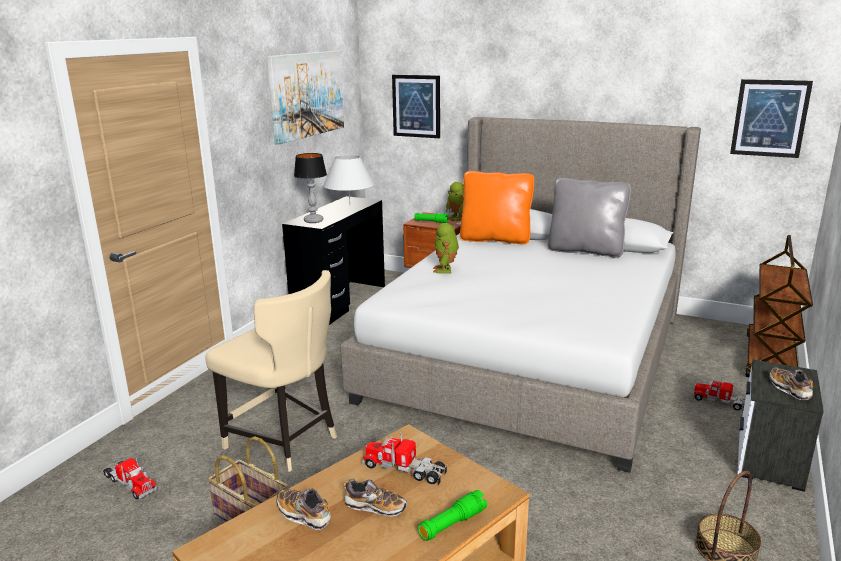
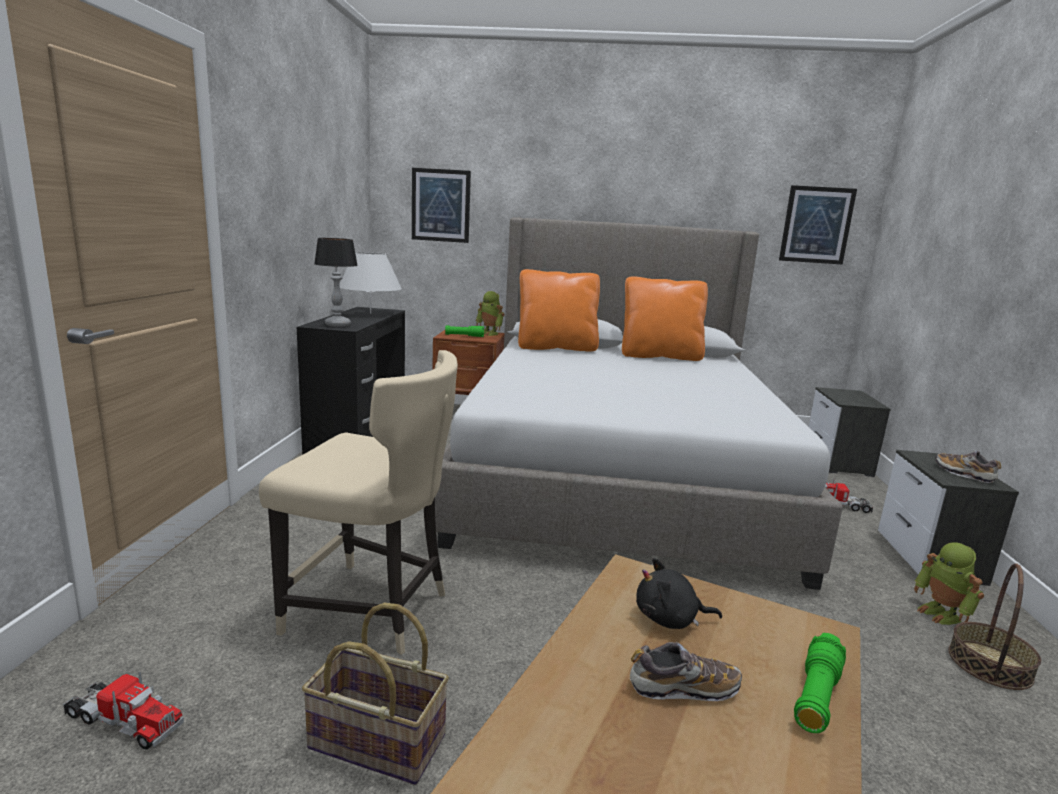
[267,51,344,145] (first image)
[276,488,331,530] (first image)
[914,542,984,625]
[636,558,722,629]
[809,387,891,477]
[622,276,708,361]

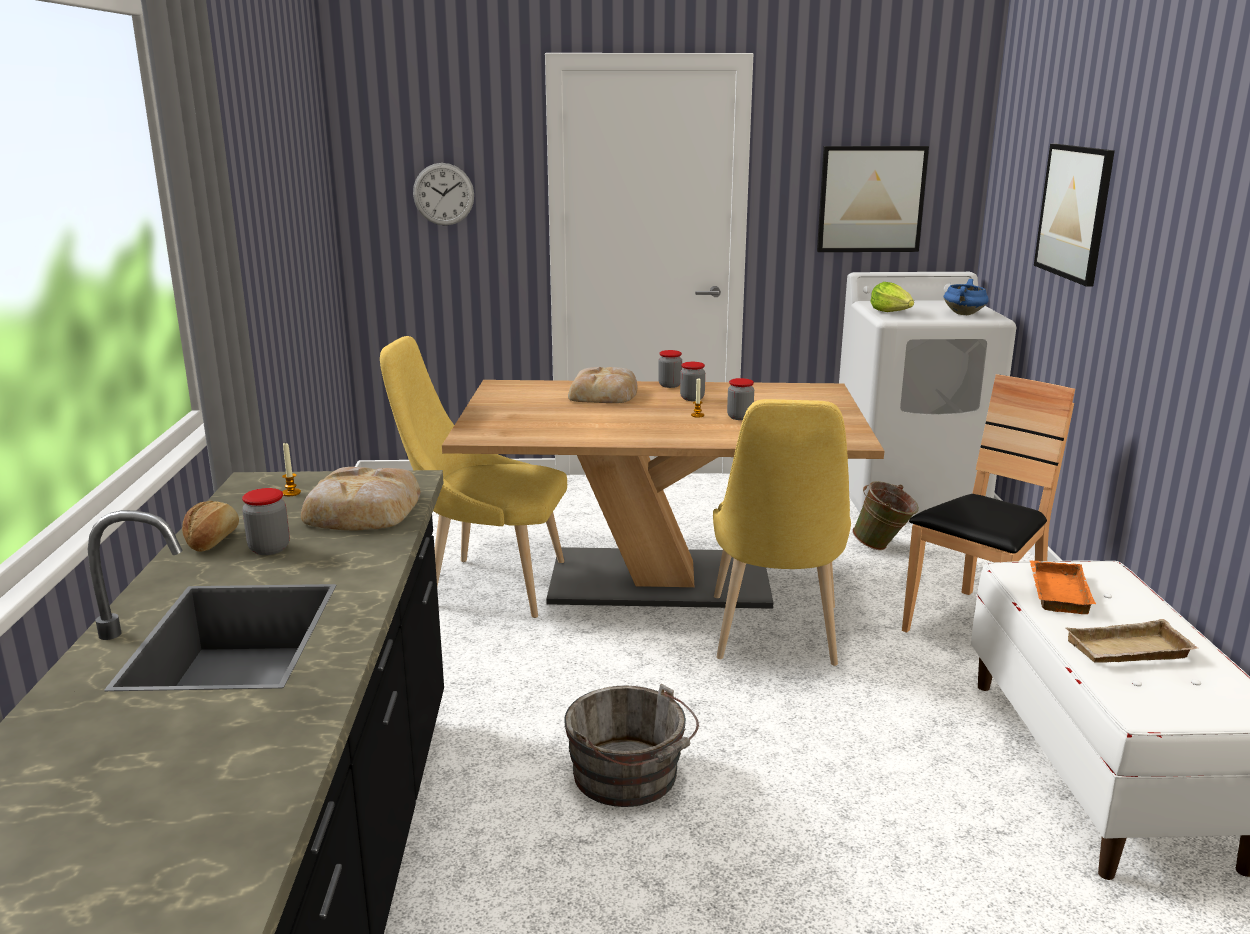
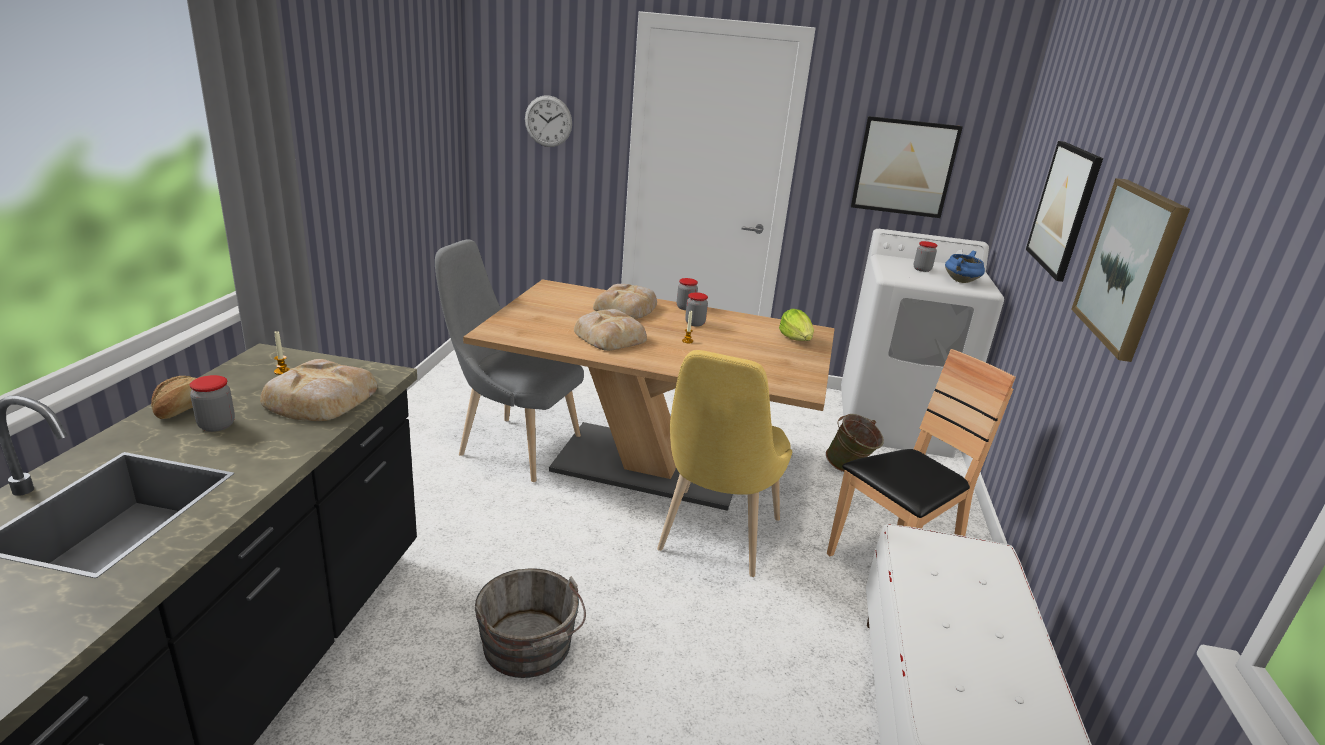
[1030,560,1096,614] (first image)
[1065,619,1198,662] (first image)
[574,309,647,351]
[1071,178,1190,362]
[914,241,938,272]
[779,309,814,341]
[435,240,584,482]

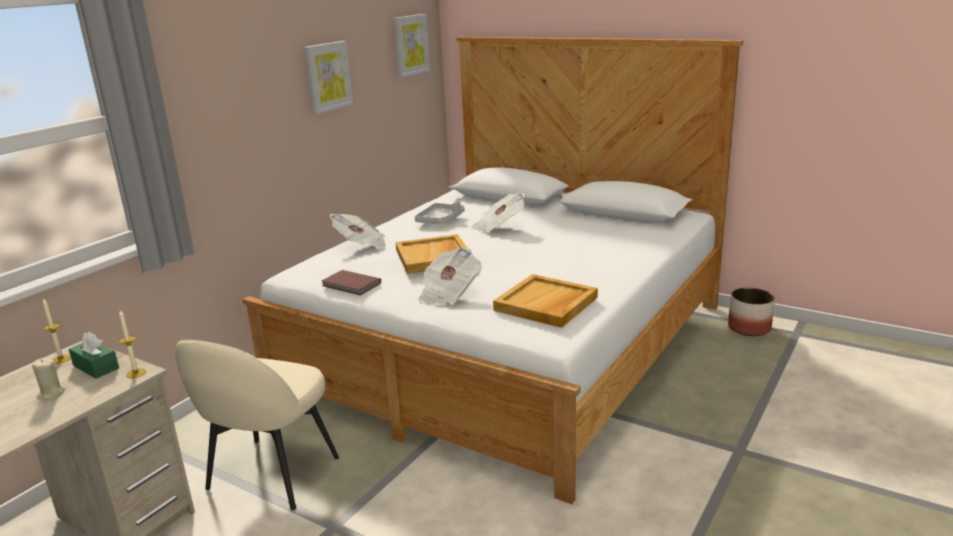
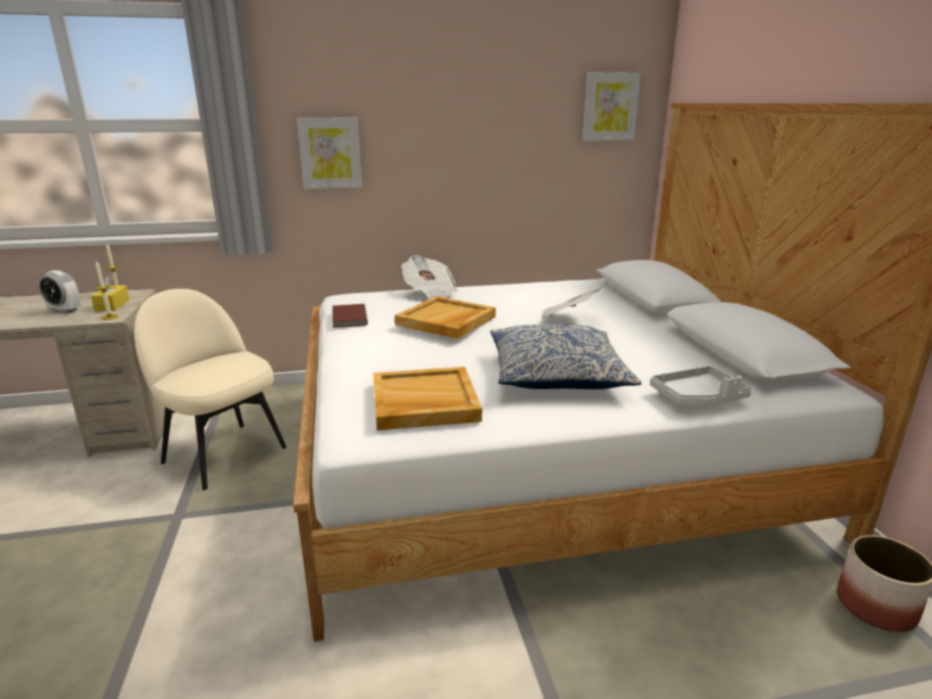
[418,247,482,304] (first image)
[490,324,641,389]
[297,118,362,189]
[650,366,752,406]
[39,270,81,313]
[91,275,130,312]
[134,289,286,490]

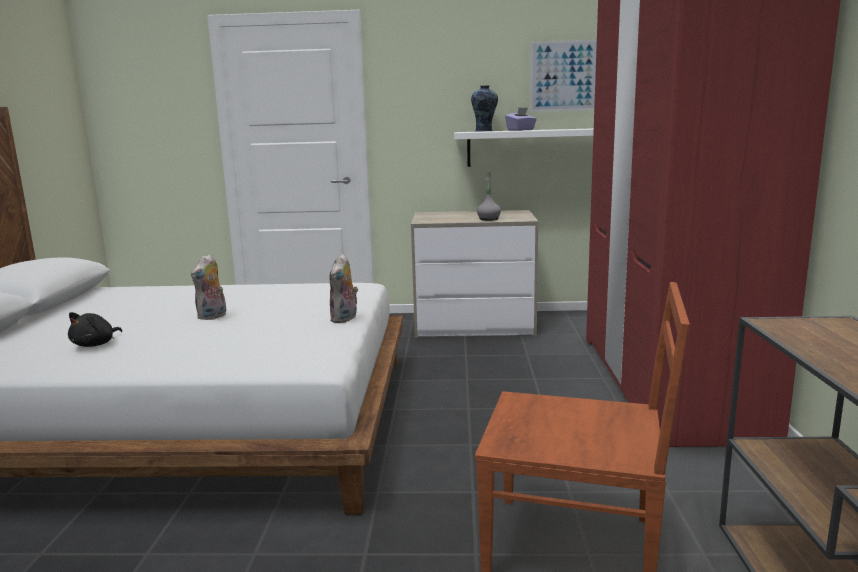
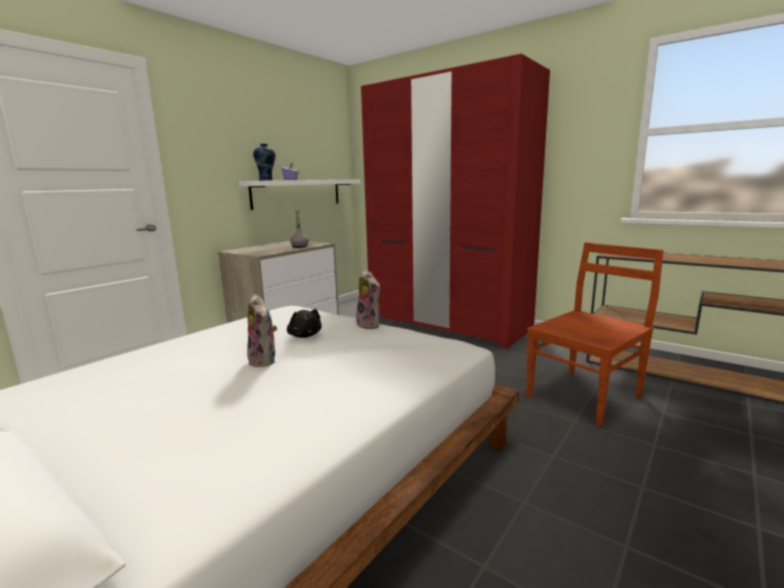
[530,39,597,112] (first image)
[287,309,322,338]

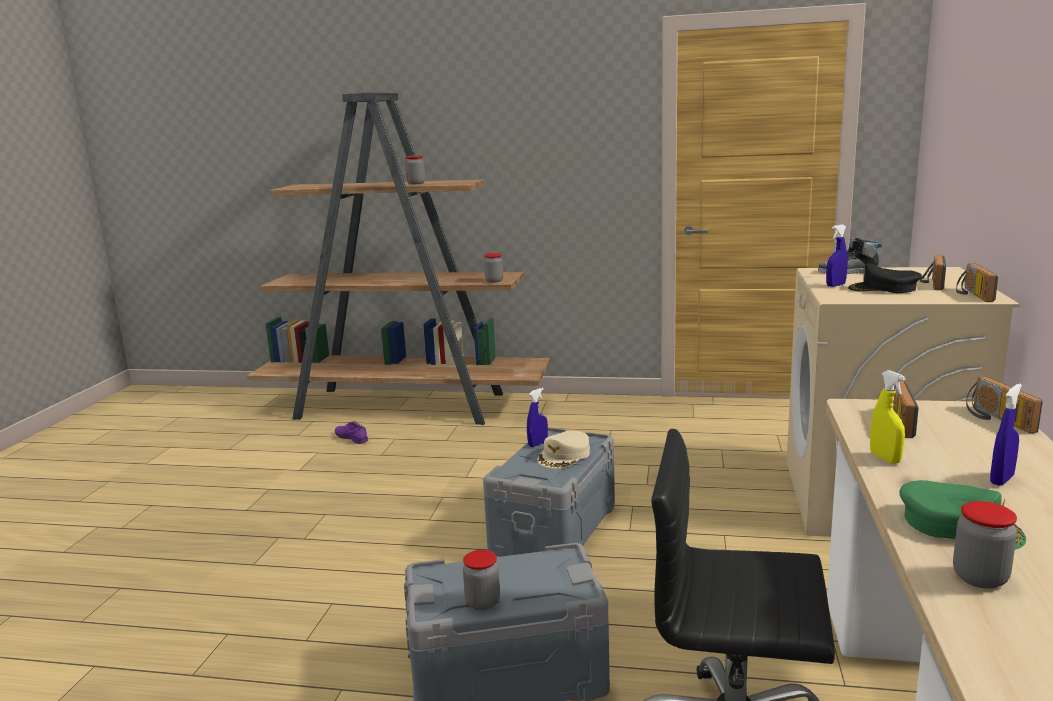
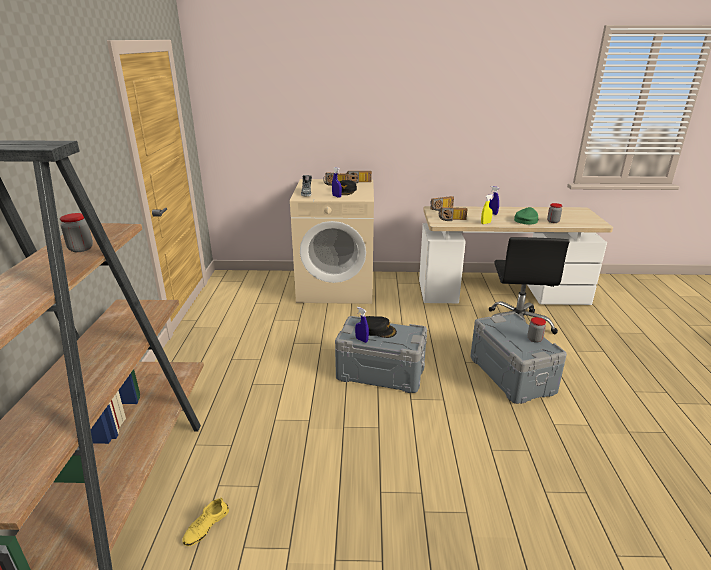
[484,253,503,283] (first image)
[182,497,229,546]
[360,316,397,338]

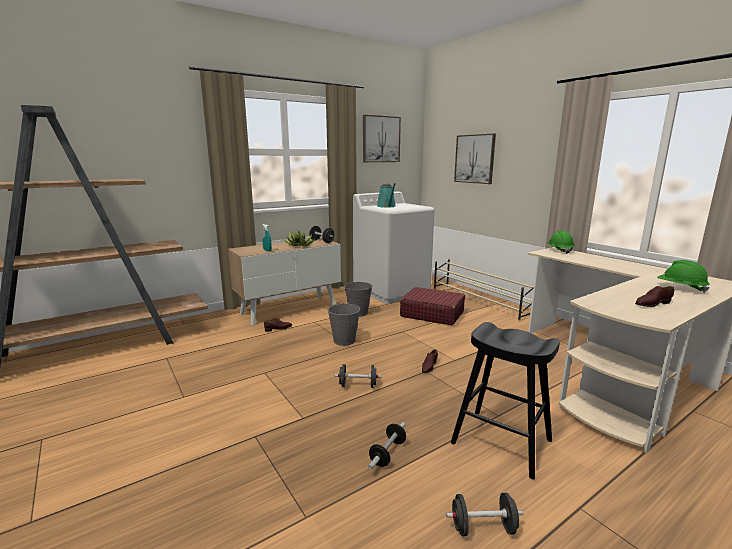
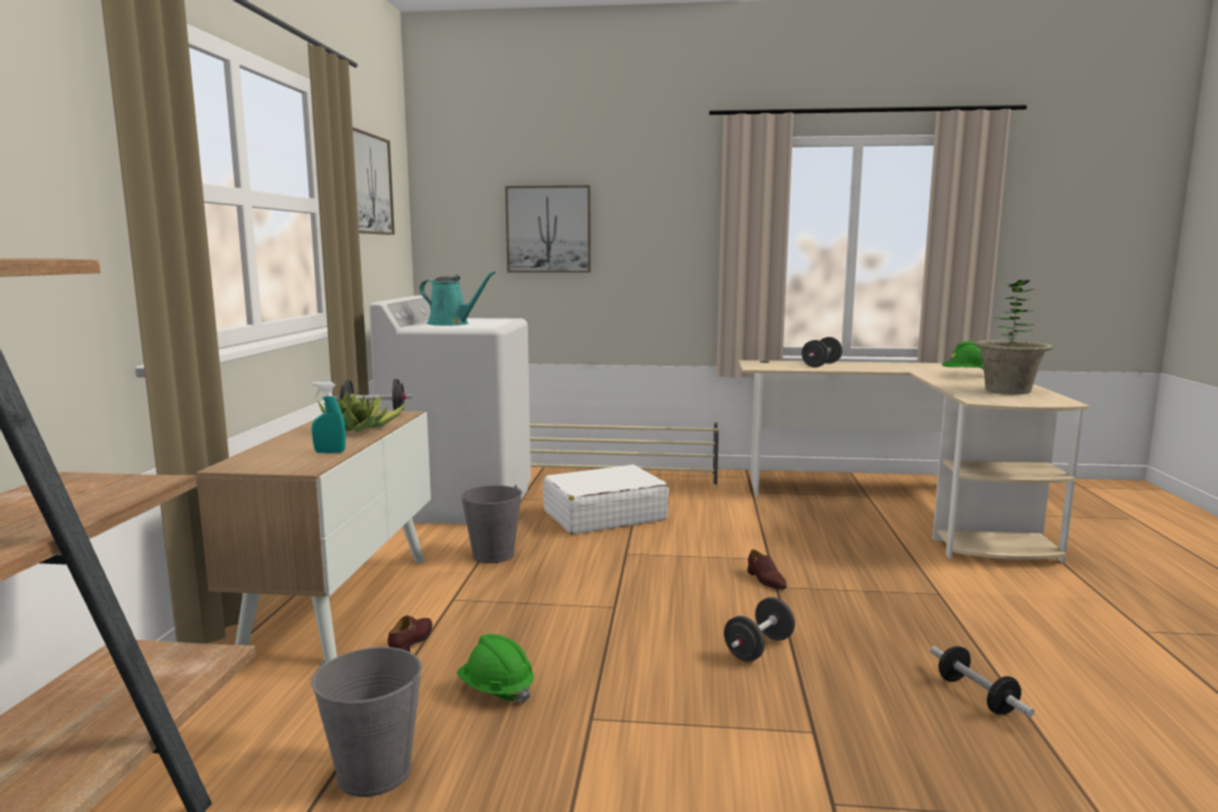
[451,322,560,479] (first image)
[311,647,422,797]
[802,337,842,367]
[457,634,534,703]
[973,280,1053,394]
[543,465,669,534]

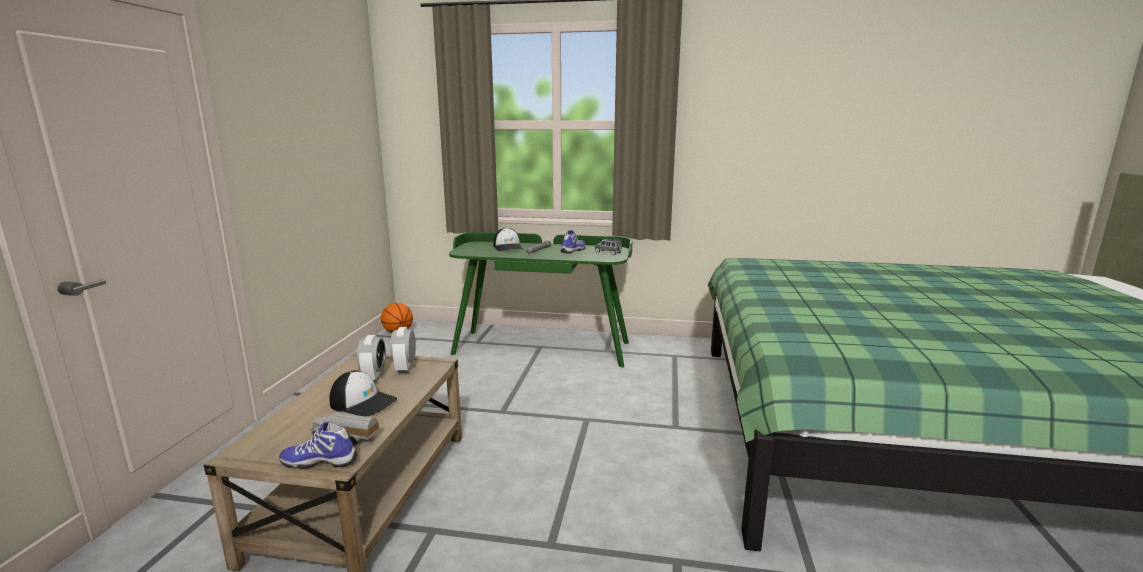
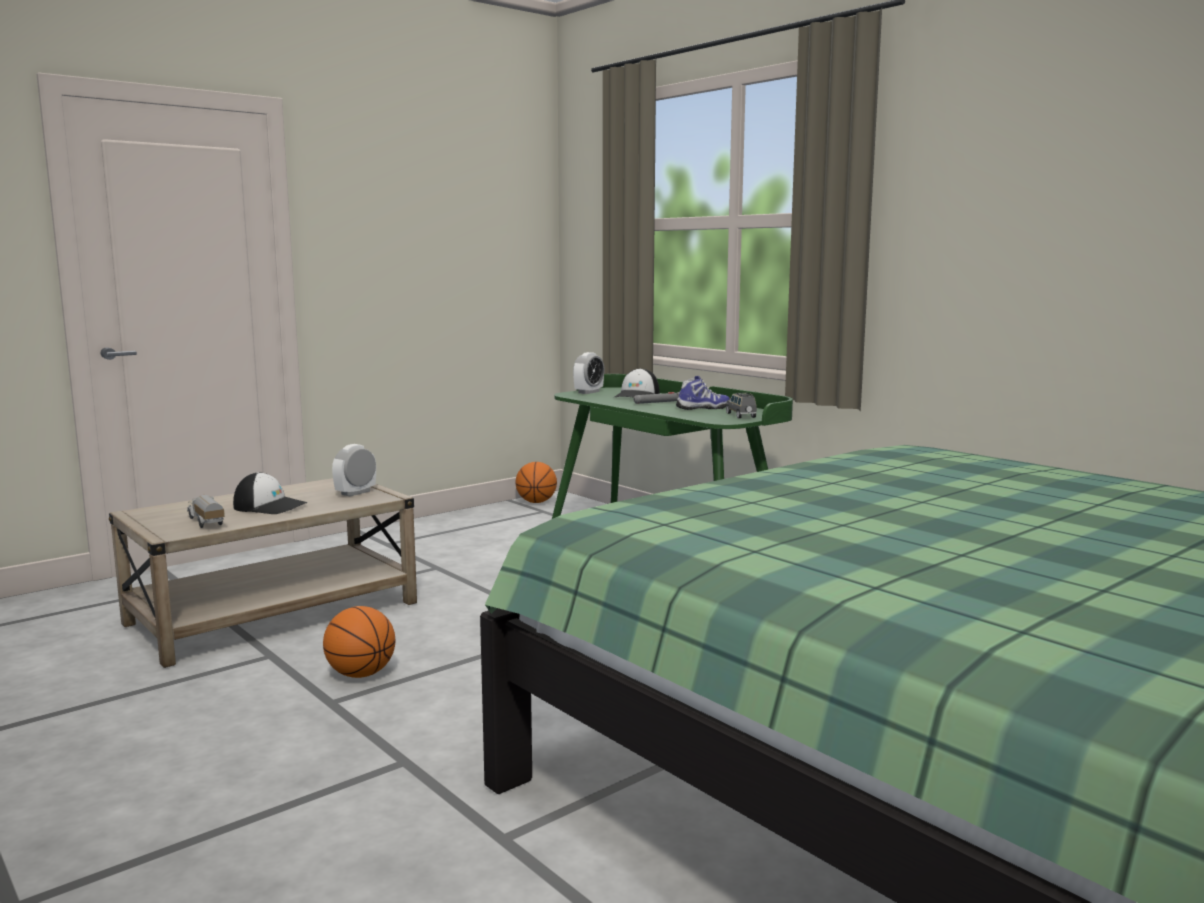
[280,422,357,469] (first image)
[323,606,395,678]
[573,352,605,394]
[233,472,307,514]

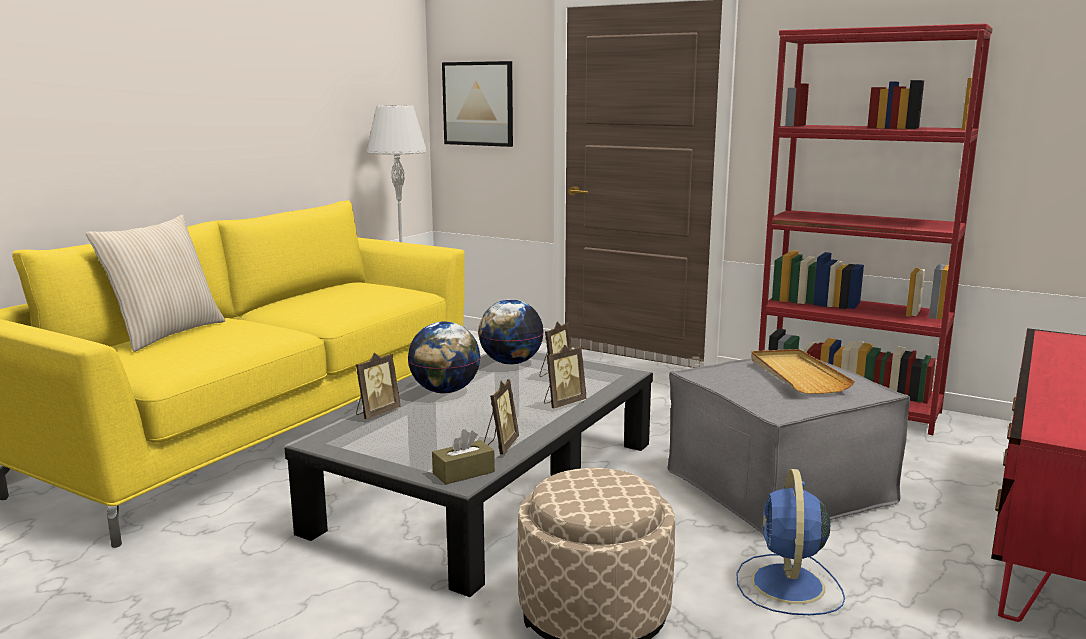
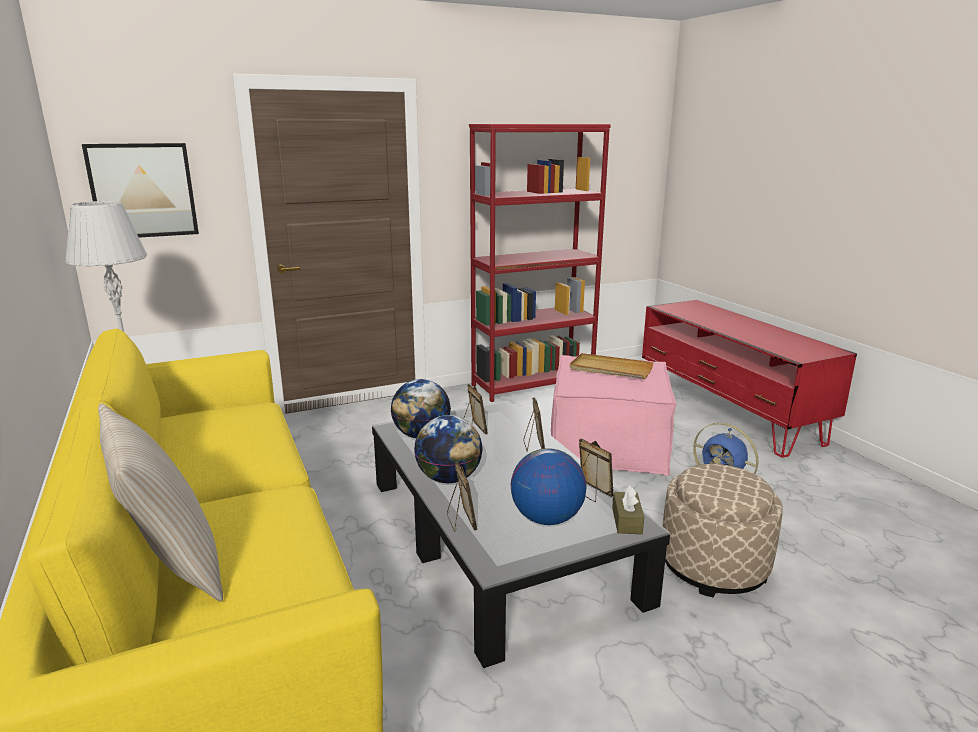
[511,448,586,525]
[551,355,676,476]

